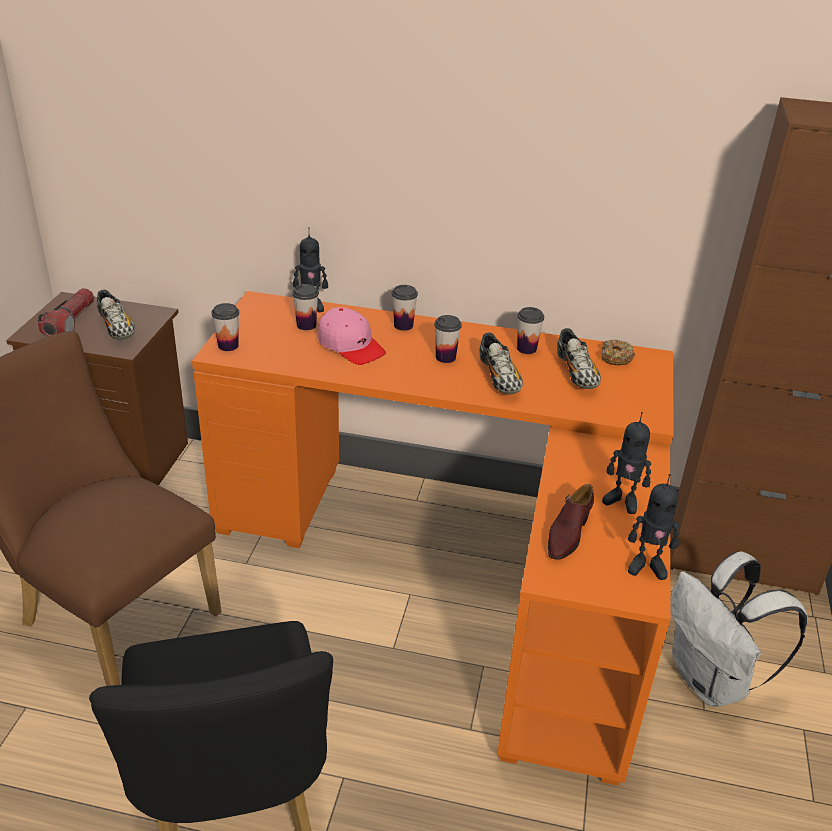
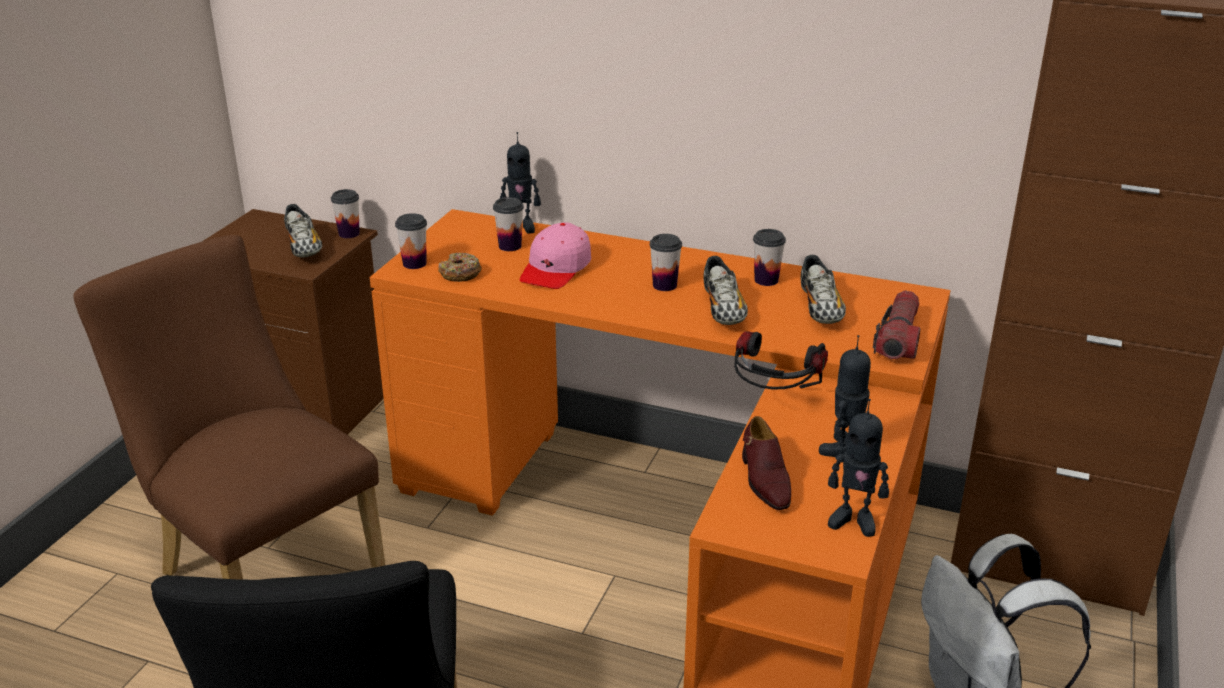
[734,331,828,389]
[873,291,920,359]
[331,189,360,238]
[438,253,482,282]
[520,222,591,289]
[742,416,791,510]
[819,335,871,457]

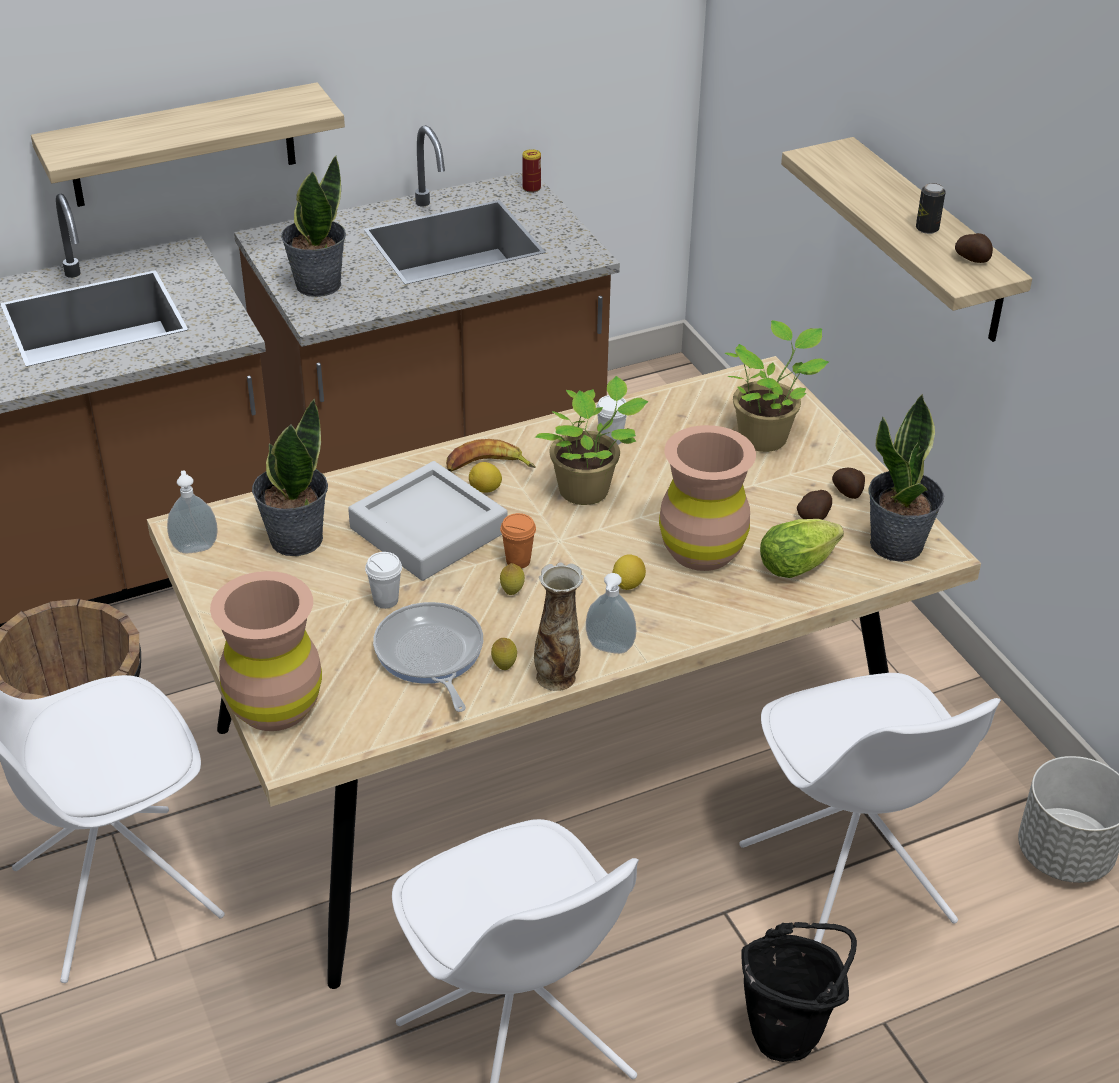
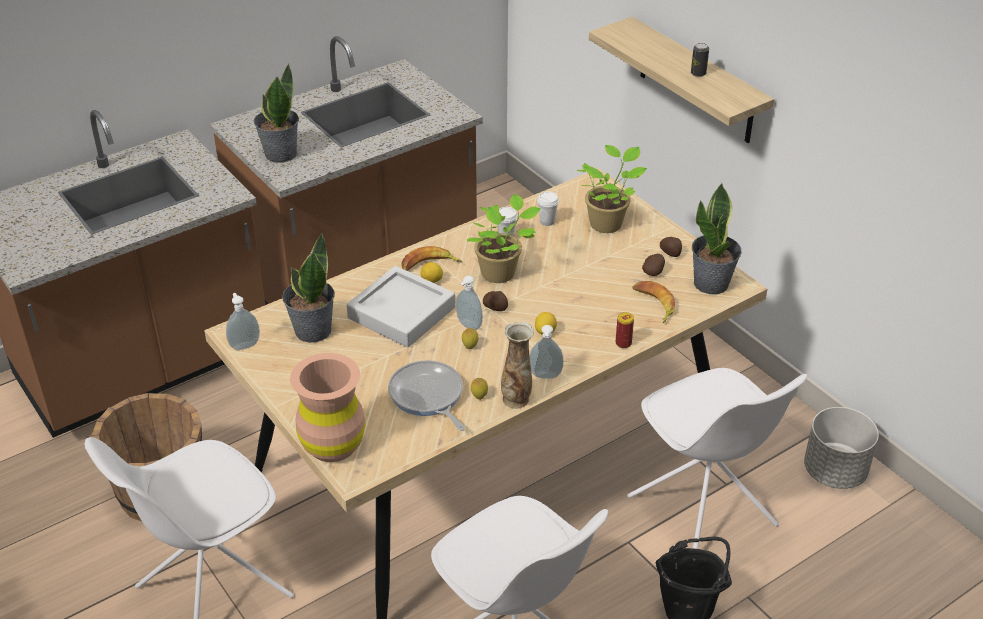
[31,82,345,207] (first image)
[659,425,756,571] (first image)
[537,192,559,226]
[615,312,634,348]
[483,291,508,311]
[456,276,483,330]
[632,281,675,323]

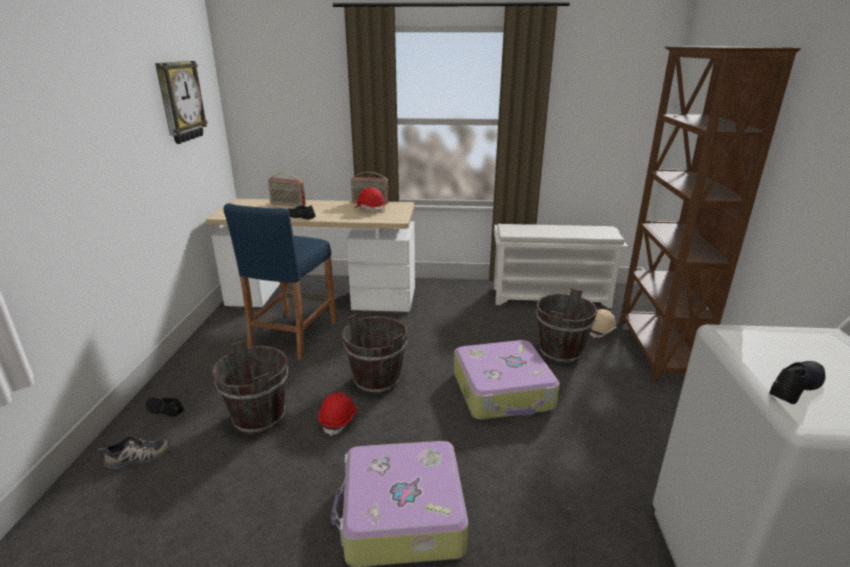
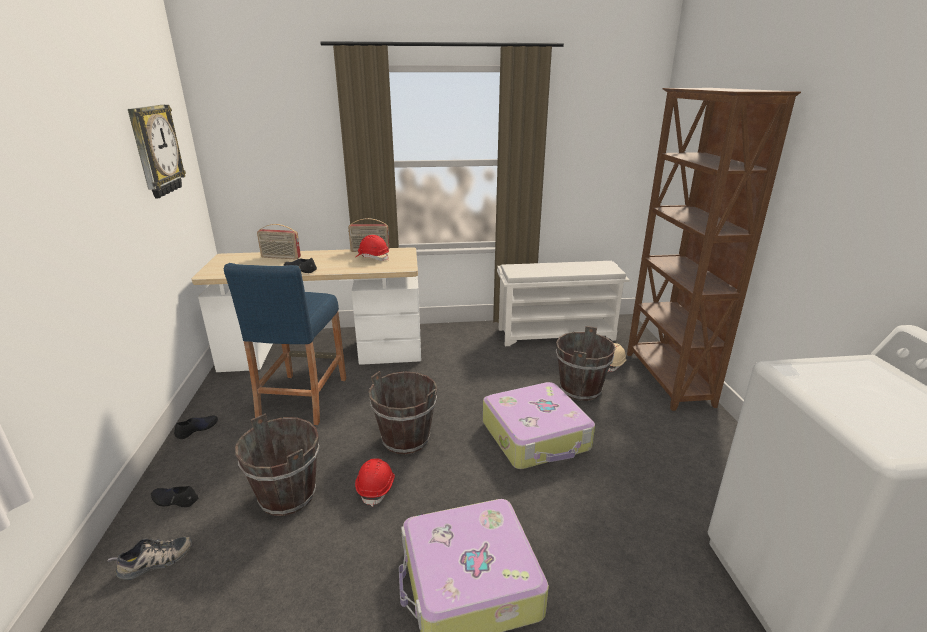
[174,415,218,439]

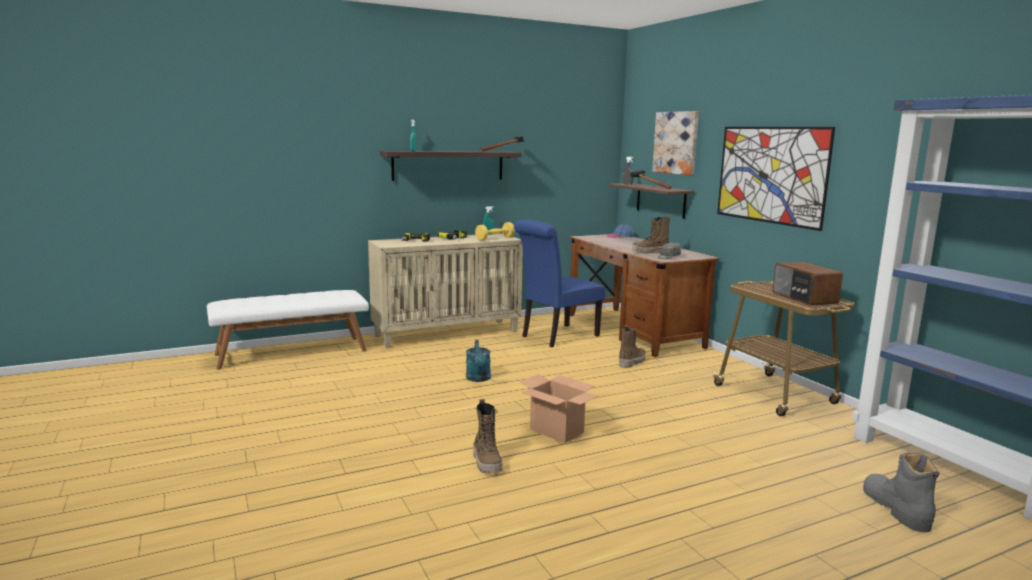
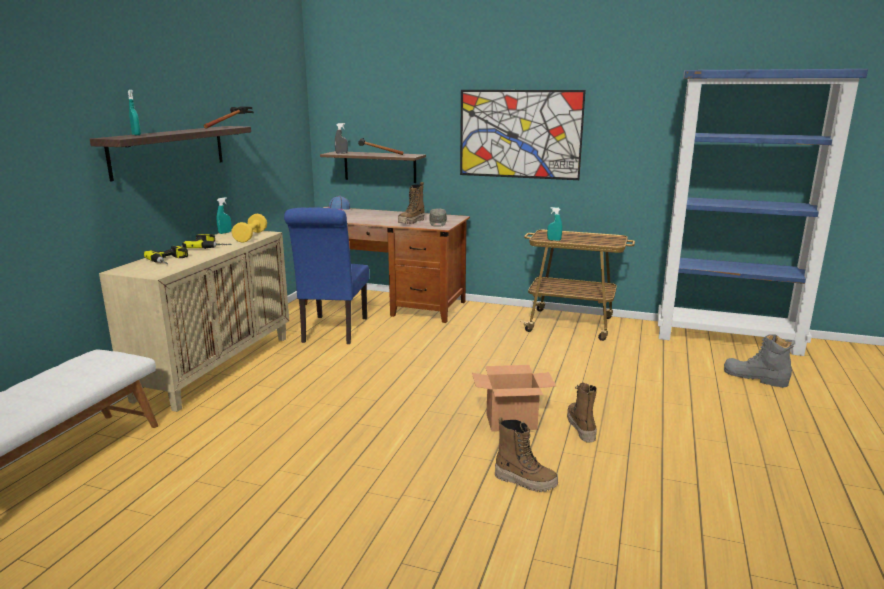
[466,340,491,382] (first image)
[652,111,699,176] (first image)
[772,262,843,306] (first image)
[547,207,562,241]
[567,383,597,442]

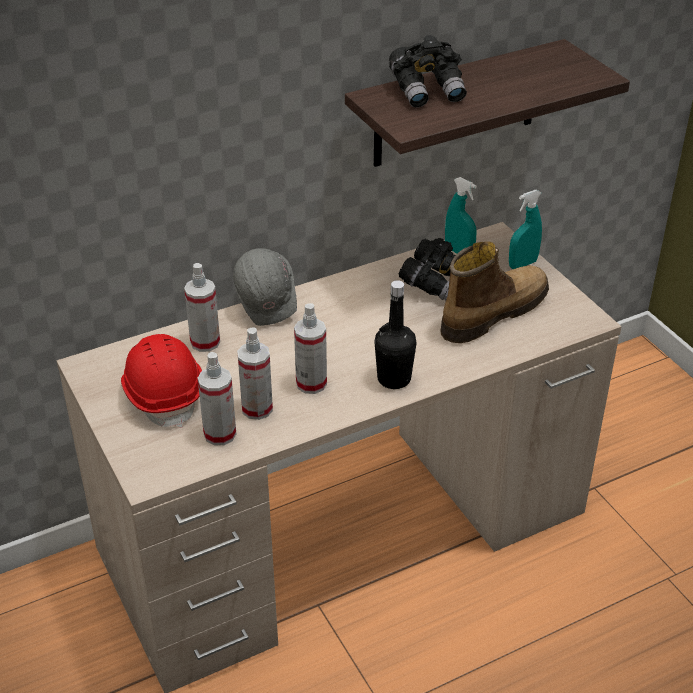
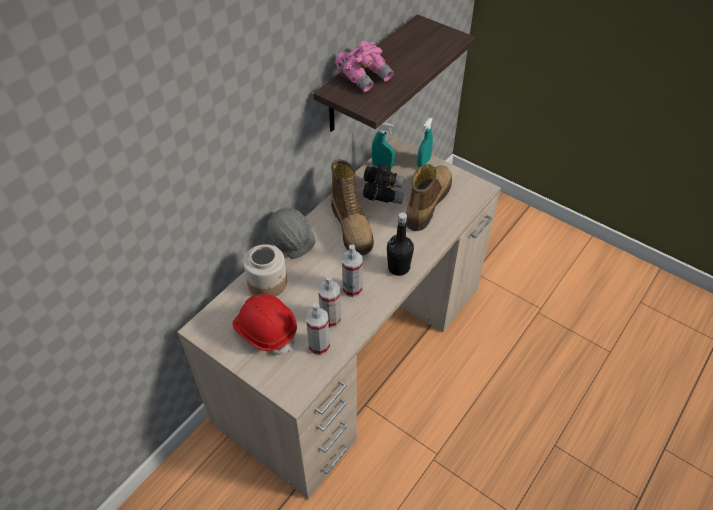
[331,159,374,255]
[243,244,287,297]
[335,41,394,92]

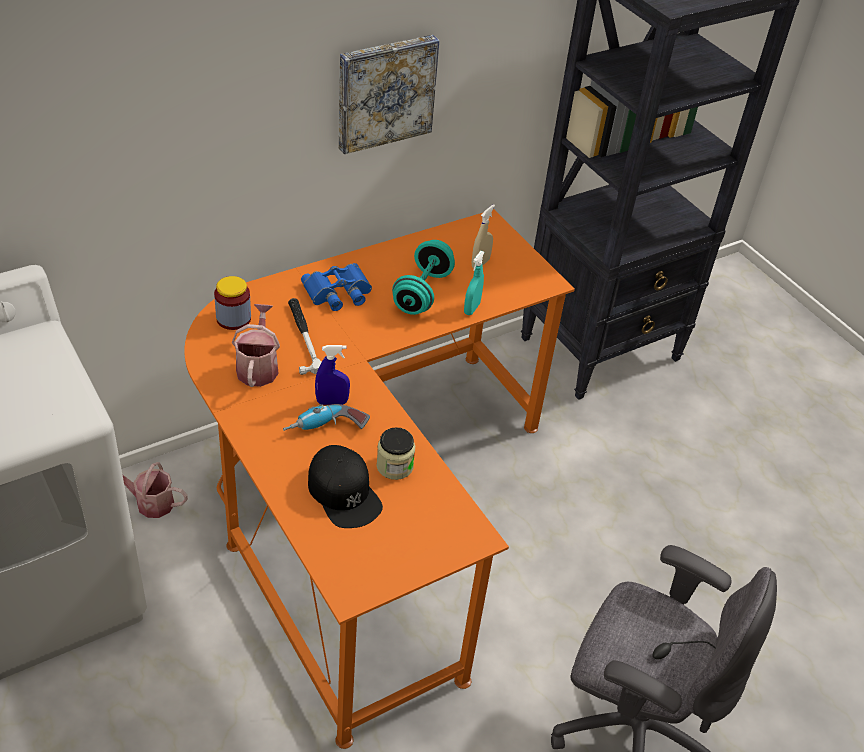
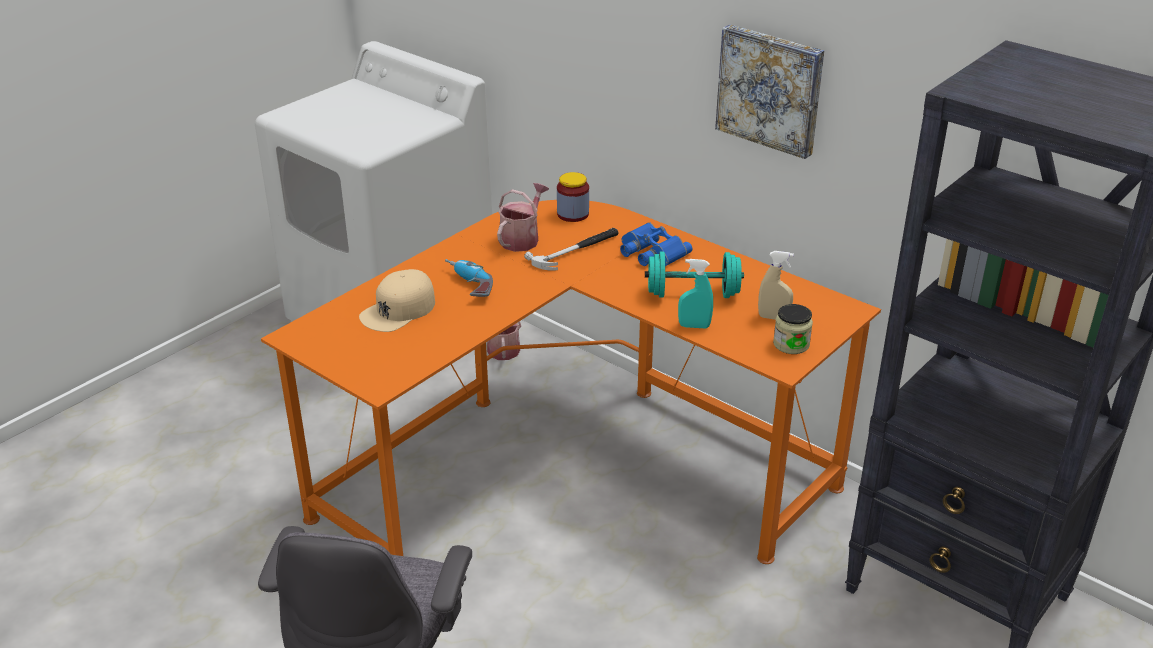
[315,345,350,405] (first image)
[773,304,813,354]
[359,269,435,332]
[497,183,549,252]

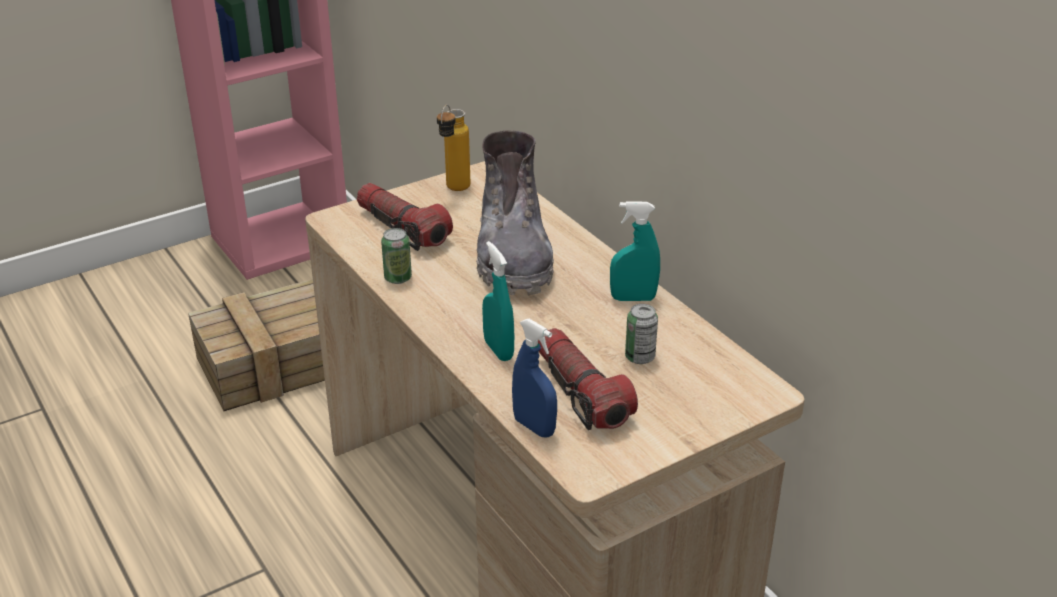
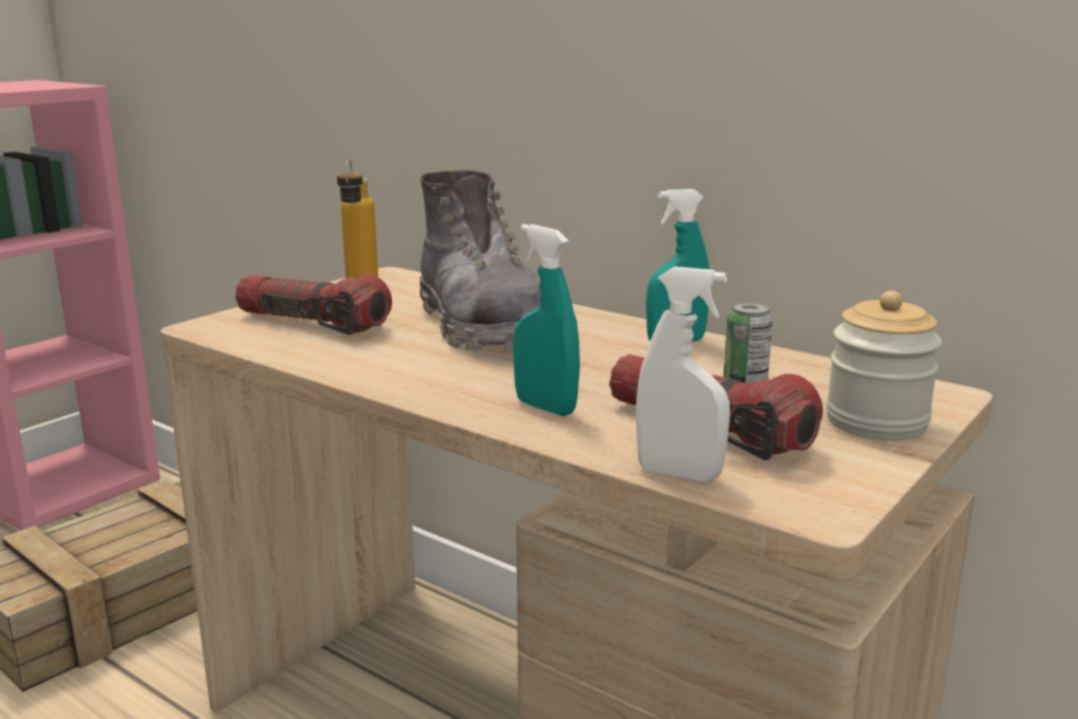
[381,228,412,284] (first image)
[826,291,942,440]
[636,266,730,482]

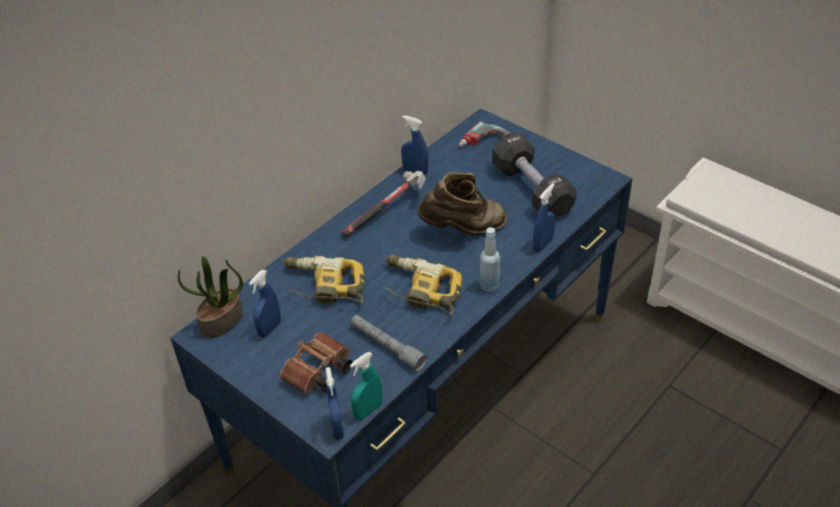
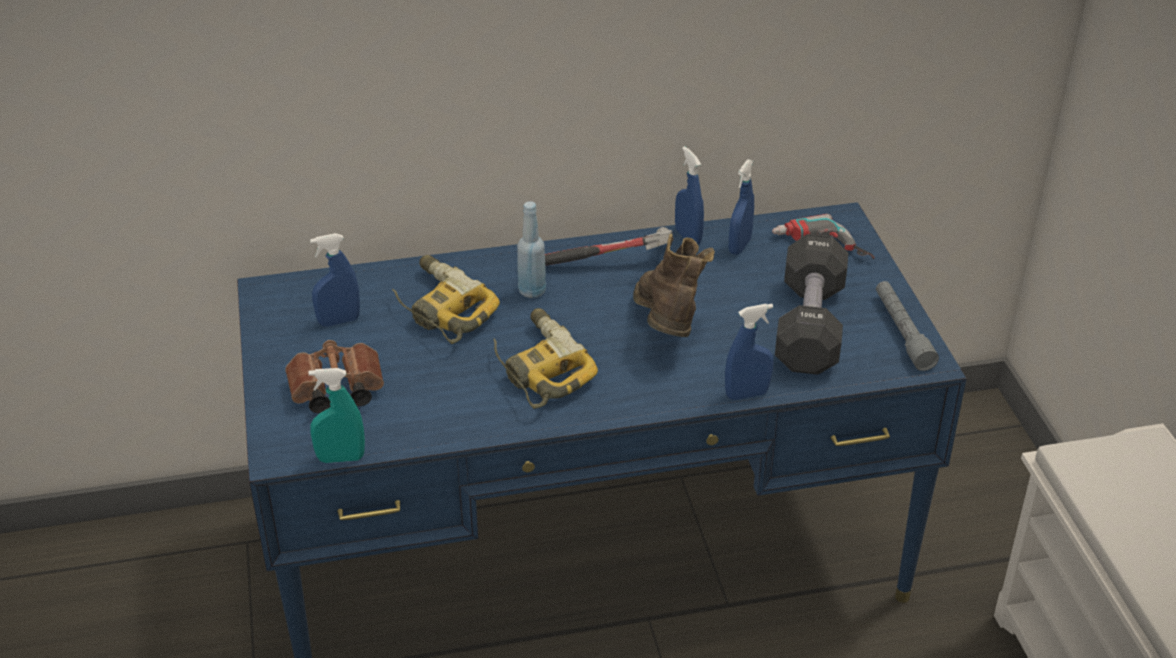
[178,256,243,338] (first image)
[728,159,754,255]
[876,281,939,371]
[517,201,546,298]
[633,234,715,337]

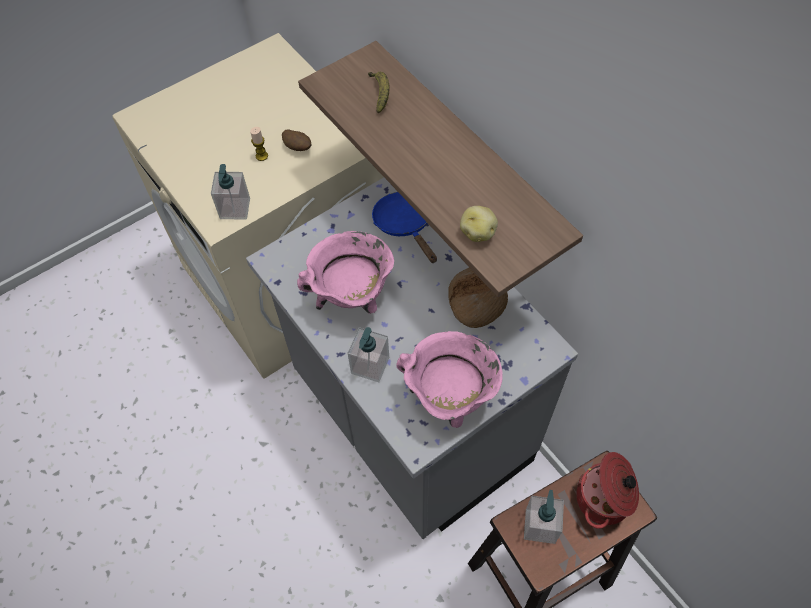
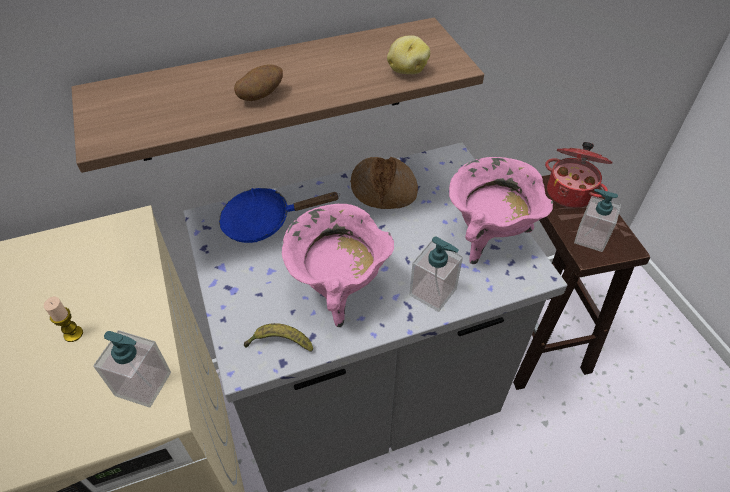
[234,64,283,101]
[243,323,313,352]

